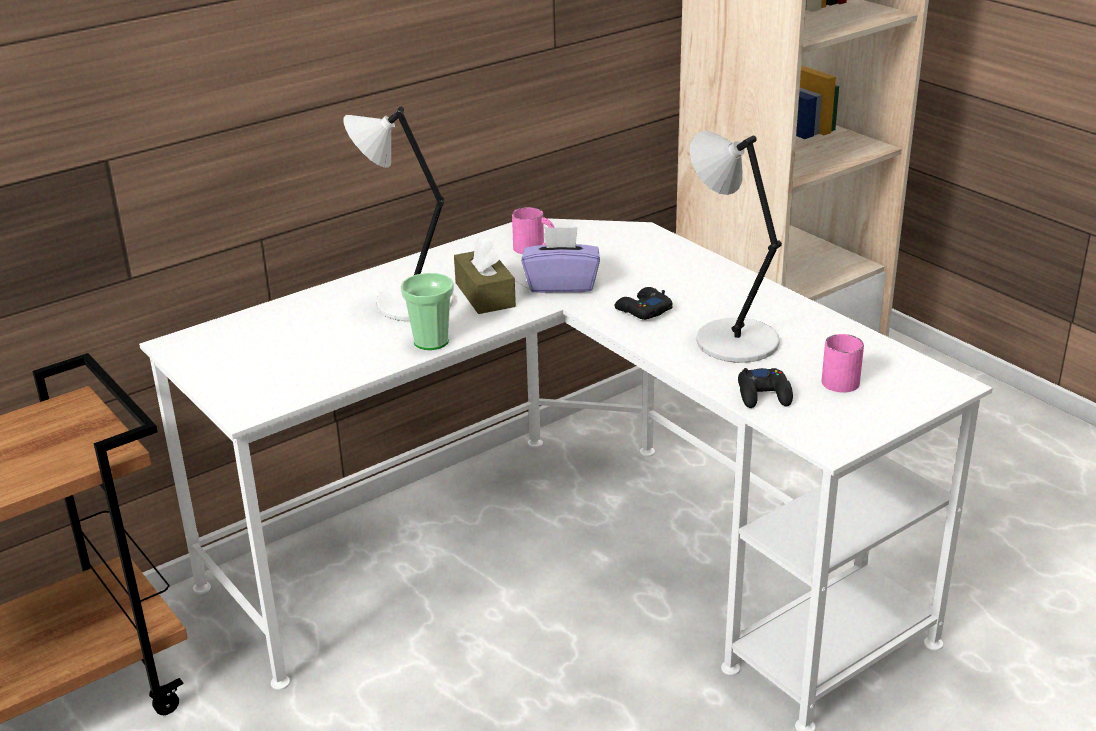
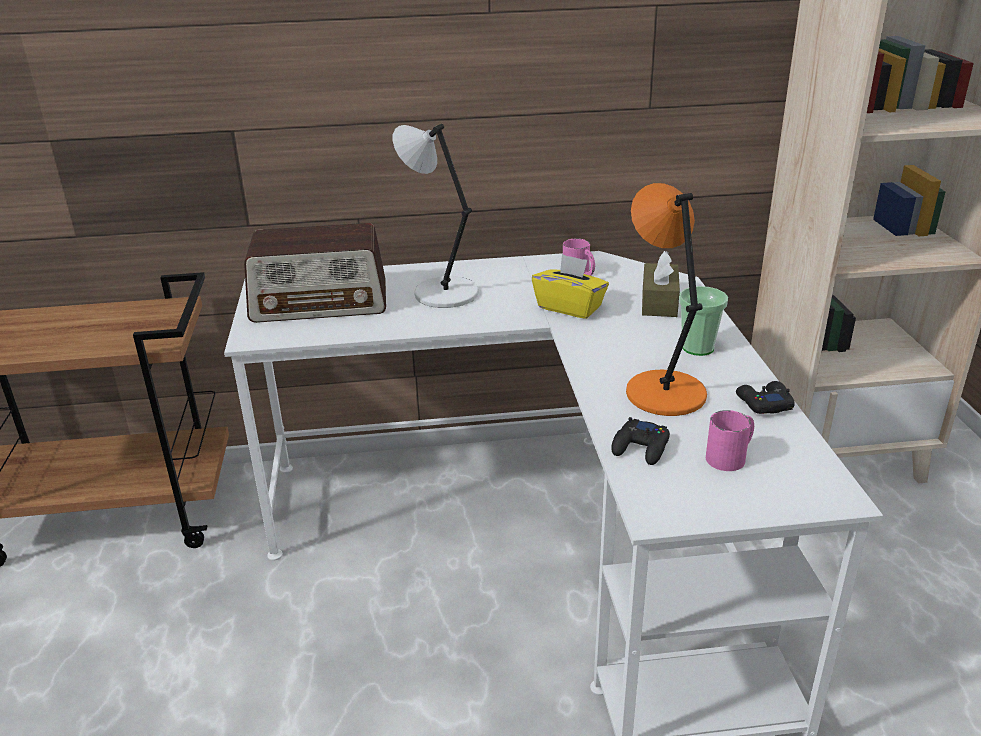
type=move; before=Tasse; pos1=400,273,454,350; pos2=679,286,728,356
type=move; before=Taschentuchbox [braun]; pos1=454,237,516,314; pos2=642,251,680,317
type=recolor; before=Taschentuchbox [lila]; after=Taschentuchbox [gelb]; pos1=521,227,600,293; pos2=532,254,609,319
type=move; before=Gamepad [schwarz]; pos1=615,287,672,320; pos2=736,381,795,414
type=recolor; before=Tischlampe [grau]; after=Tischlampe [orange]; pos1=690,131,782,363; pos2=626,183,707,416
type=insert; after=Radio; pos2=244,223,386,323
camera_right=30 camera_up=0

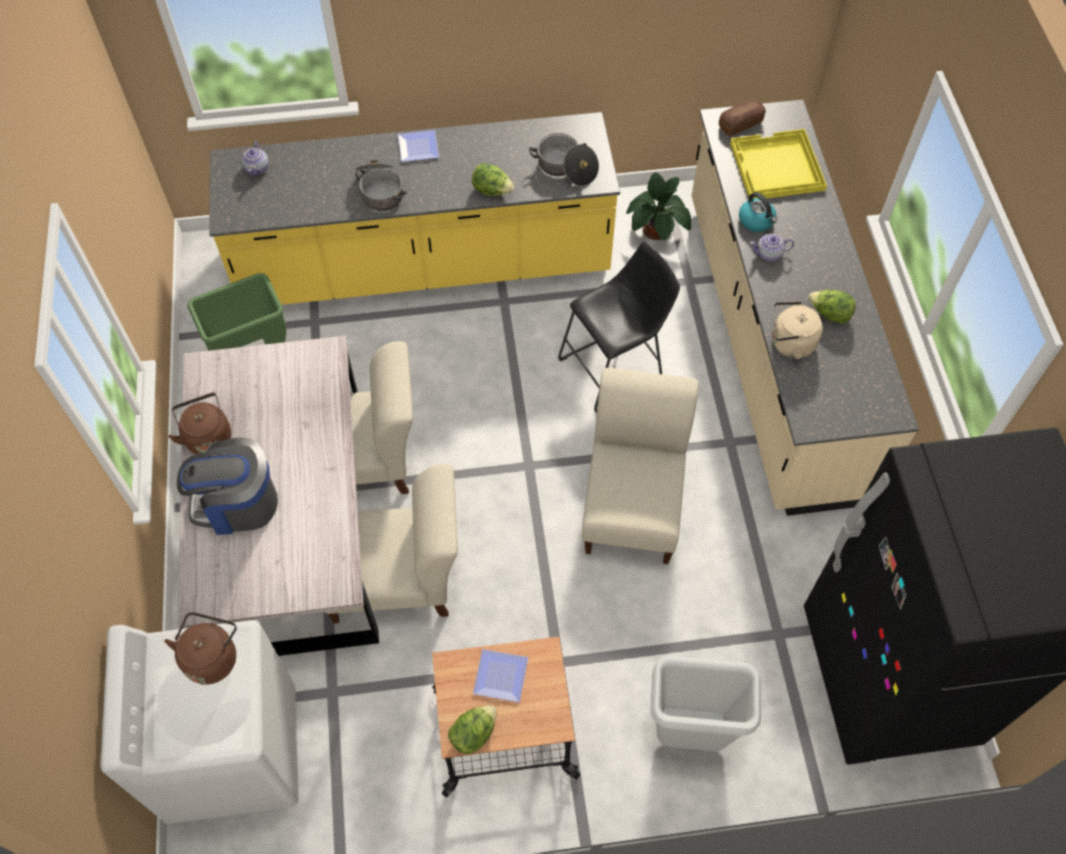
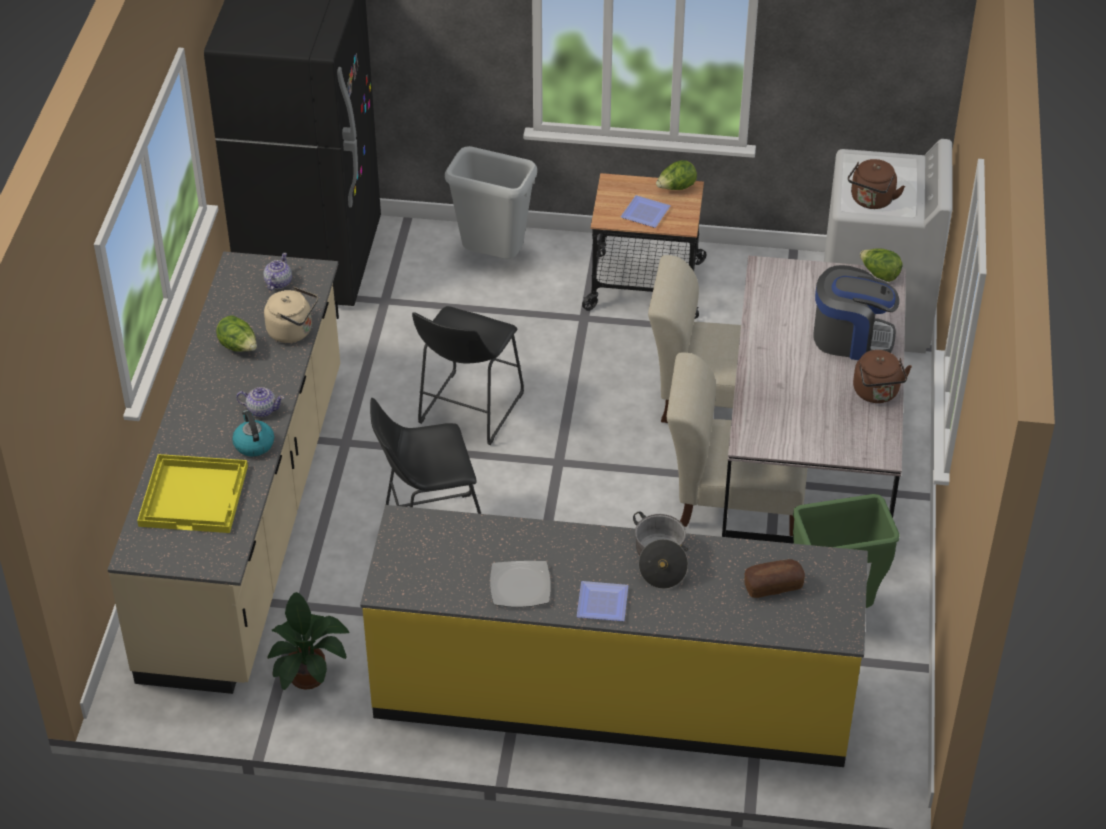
type=move; before=Teekanne; pos1=242,141,269,177; pos2=263,253,292,291
type=move; before=Salatkopf; pos1=472,163,514,196; pos2=860,248,903,282
type=delete; before=Kochtopf; pos1=529,133,599,186
type=replace; before=Stuhl [beige]; after=Hocker [schwarz]; pos1=582,368,699,564; pos2=412,306,524,445
type=move; before=Brot; pos1=719,100,766,136; pos2=745,559,805,598
type=insert; after=Teller; pos2=490,561,551,607
camera_right=-165 camera_up=-15

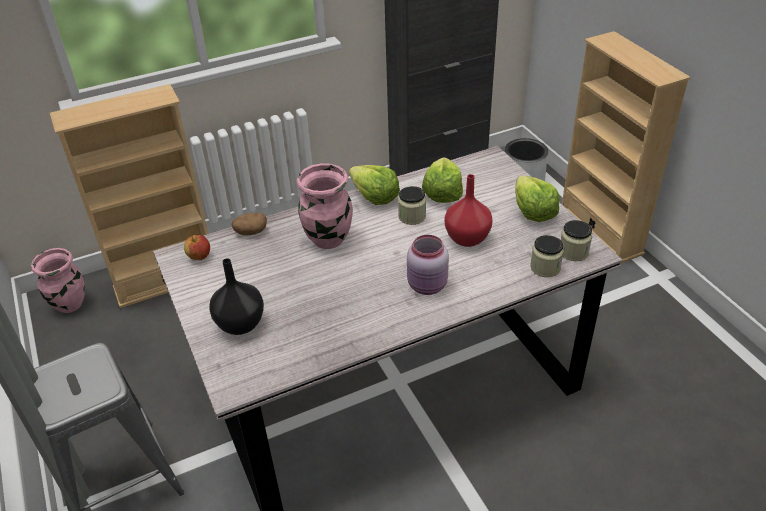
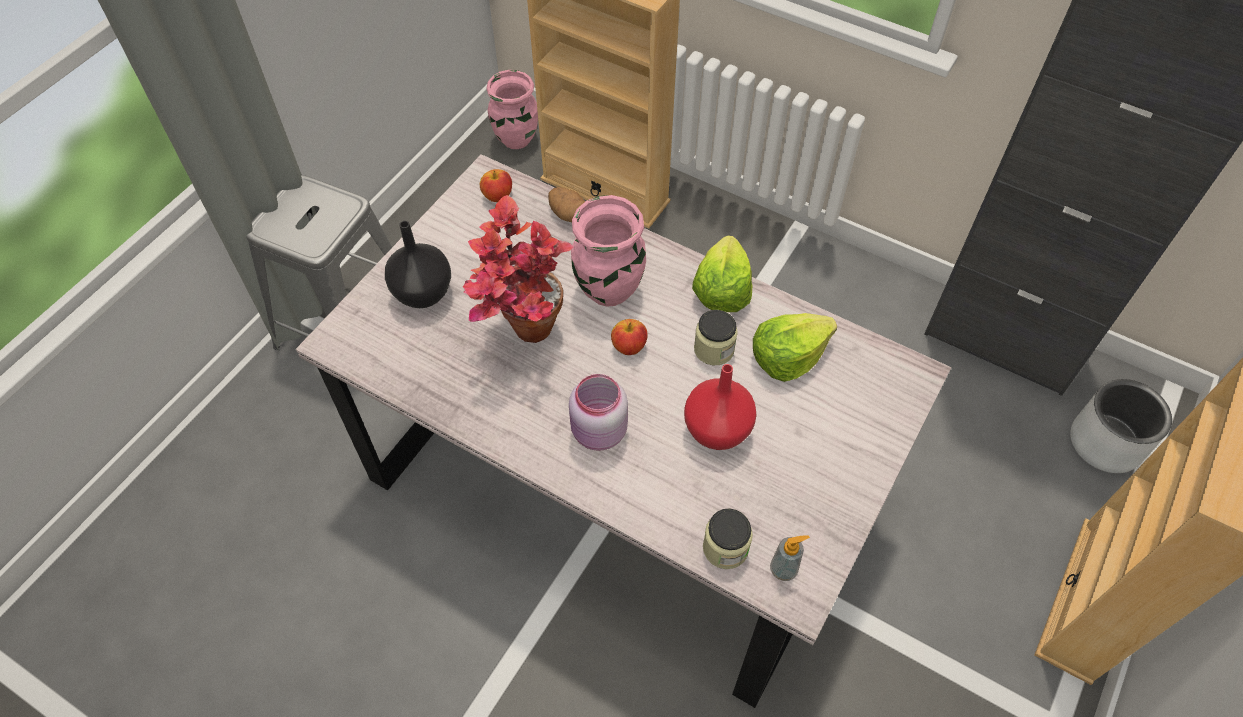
type=delete; before=Salatkopf; pos1=515,176,560,222
type=replace; before=Vorratsglas; after=Seifenspender; pos1=561,220,592,261; pos2=770,535,810,581
type=insert; after=Topfpflanze; pos2=463,195,574,343
type=insert; after=Apfel; pos2=611,319,648,355
camera_right=55 camera_up=15

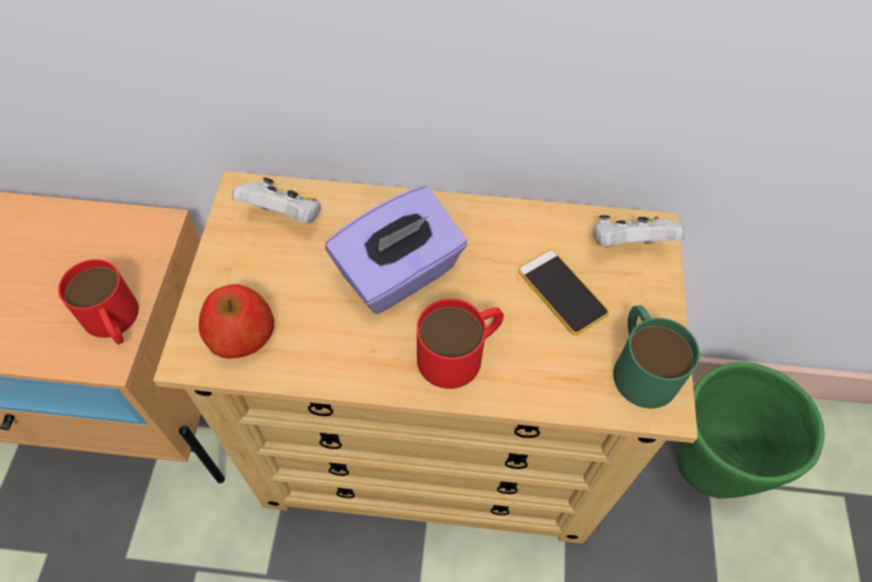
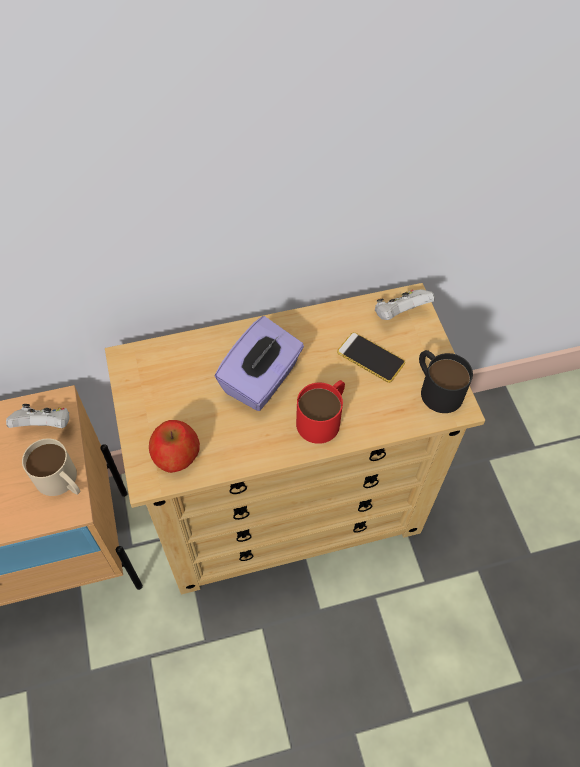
type=recolor; before=Henkelbecher [rot]; after=Henkelbecher [beige]; pos1=58,259,139,345; pos2=22,438,80,496
type=move; before=Gamepad [weiß]; pos1=232,177,321,223; pos2=6,404,69,428
type=recolor; before=Henkelbecher [grün]; after=Henkelbecher [schwarz]; pos1=613,305,700,408; pos2=419,350,473,413
type=delete; before=Pflanzkübel [grün]; pos1=678,362,825,498
camera_right=-20 camera_up=0

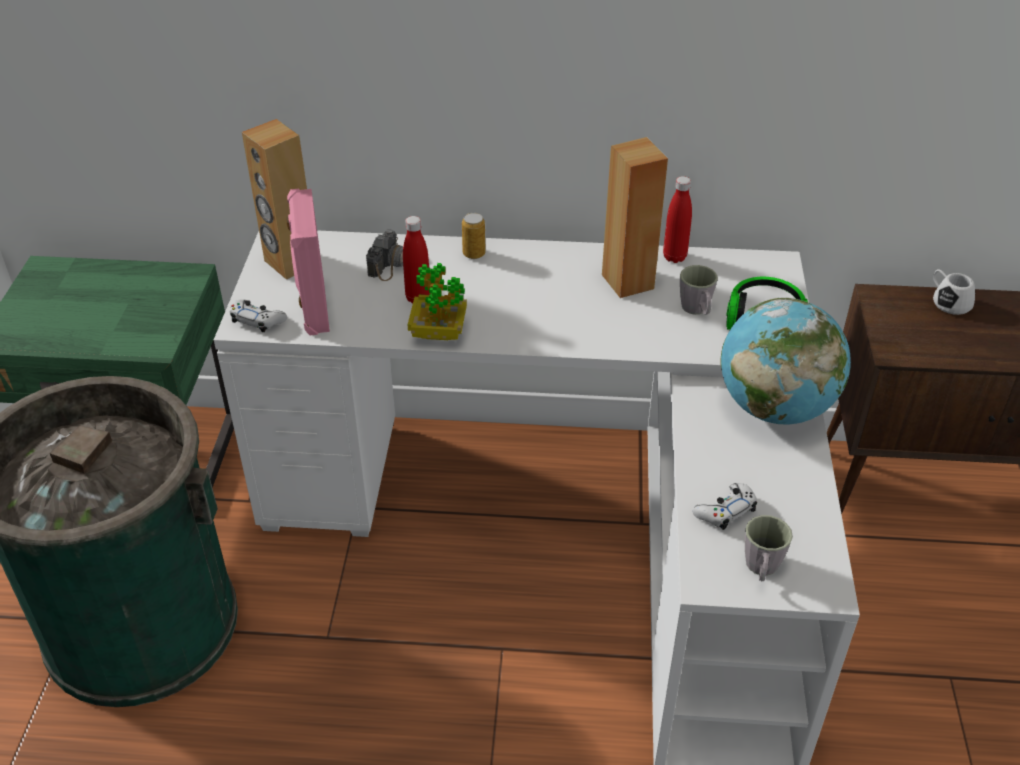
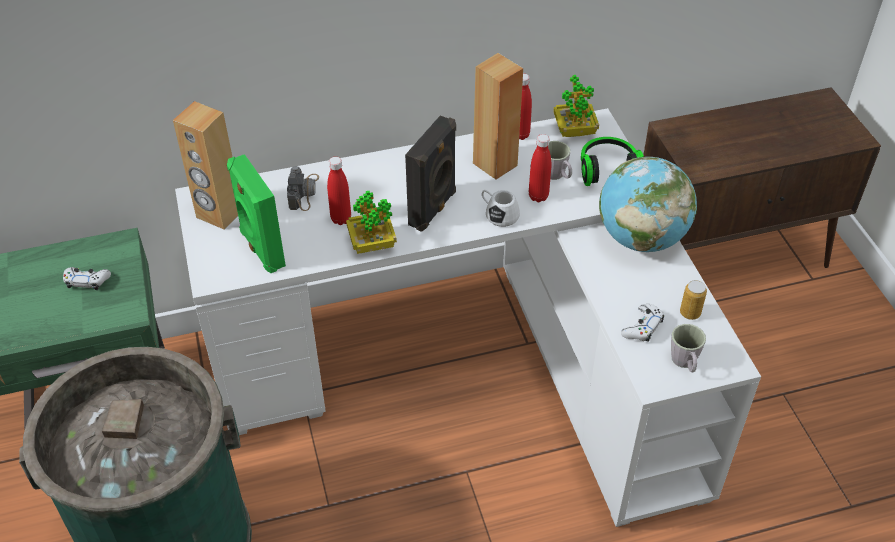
type=move; before=Gamepad [weiß]; pos1=229,299,287,332; pos2=63,267,111,290
type=recolor; before=Lautsprecher [rosa]; after=Lautsprecher [grün]; pos1=287,189,330,336; pos2=227,154,286,273
type=move; before=Dose; pos1=462,213,485,259; pos2=680,280,707,320
type=move; before=Henkelbecher [weiß]; pos1=933,269,975,315; pos2=482,190,520,227
type=insert; after=Lautsprecher [schwarz]; pos2=405,115,456,232
type=insert; after=Flasche [rot]; pos2=529,134,551,202
type=insert; after=Topfpflanze; pos2=553,75,599,137
camera_right=-20 camera_up=5

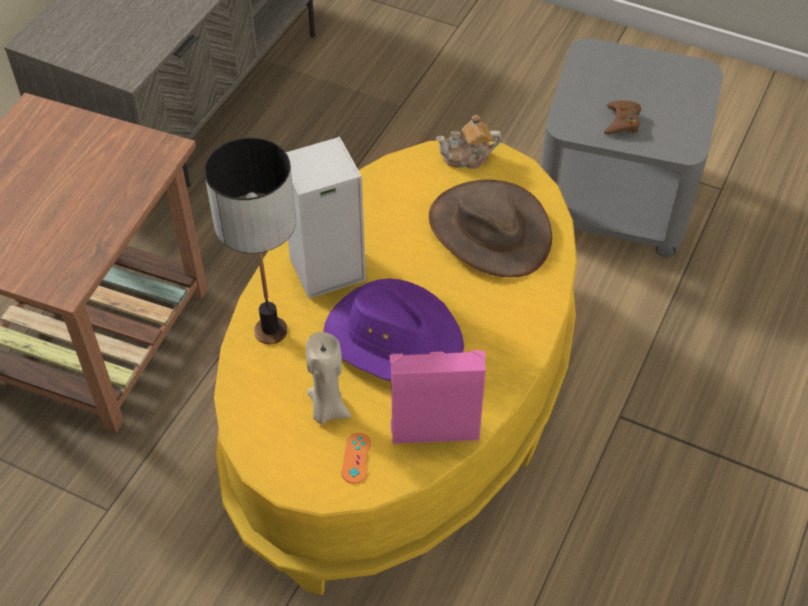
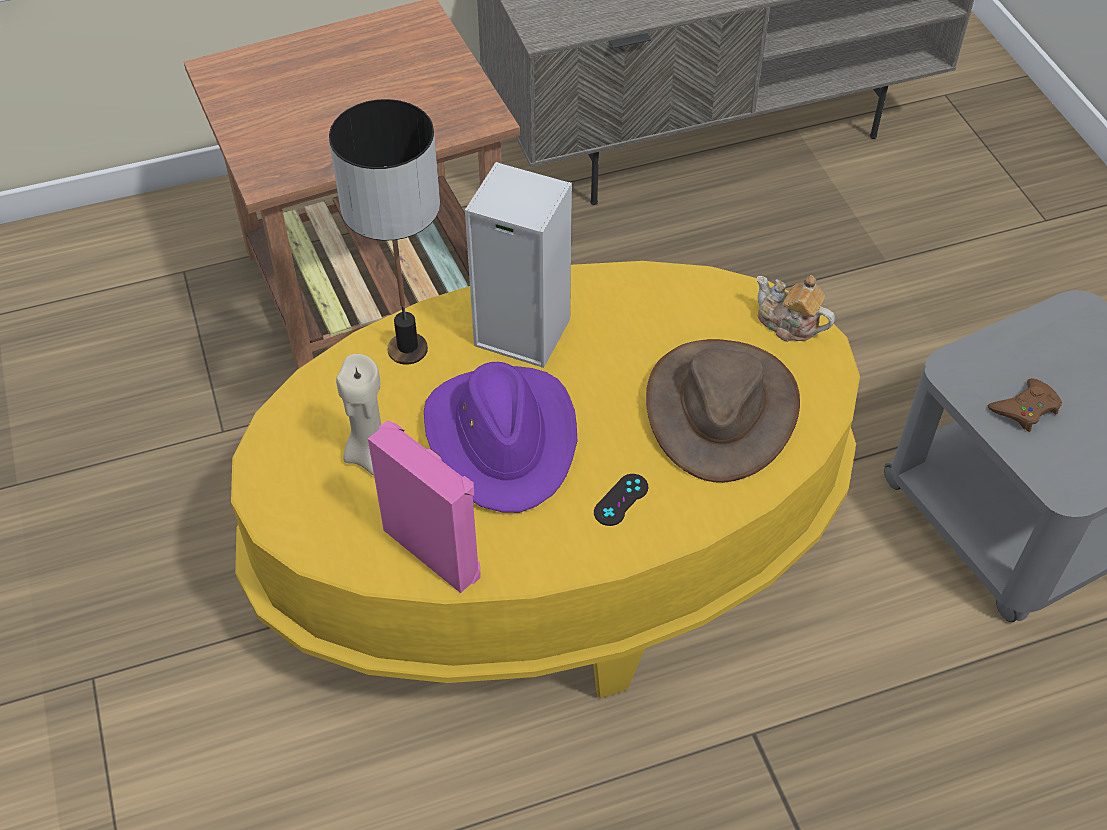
type=delete; before=Gamepad [orange]; pos1=342,433,371,484
type=insert; after=Gamepad [schwarz]; pos2=594,474,648,526
camera_right=45 camera_up=0

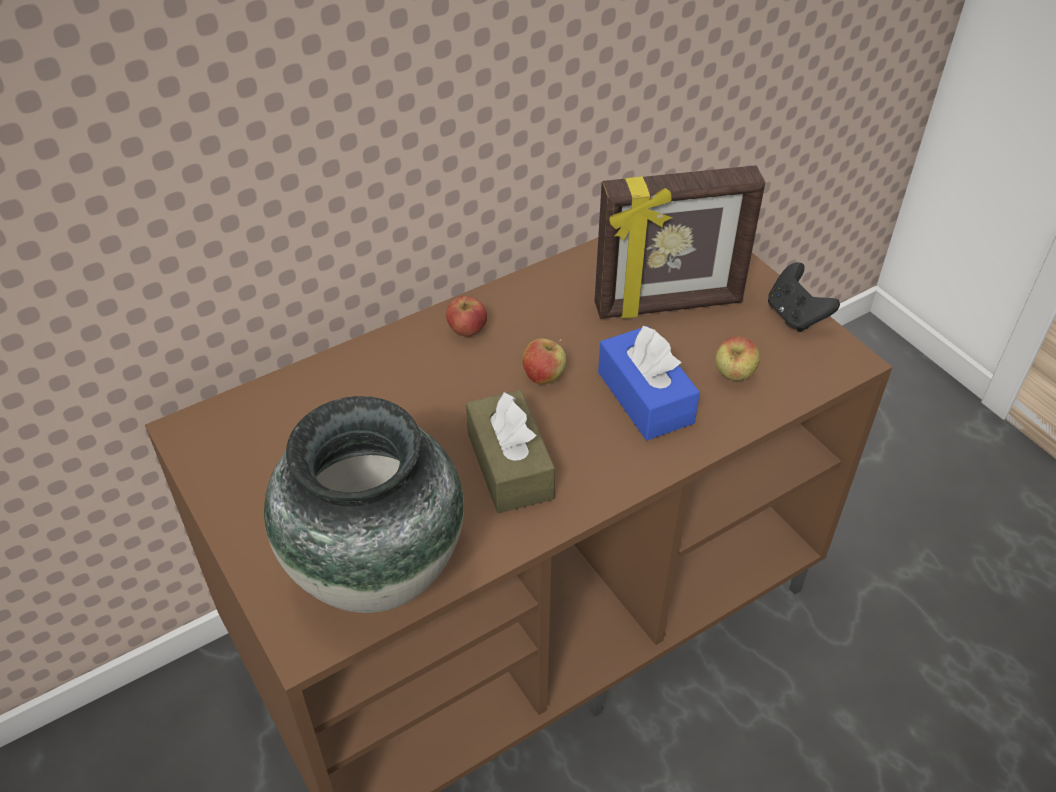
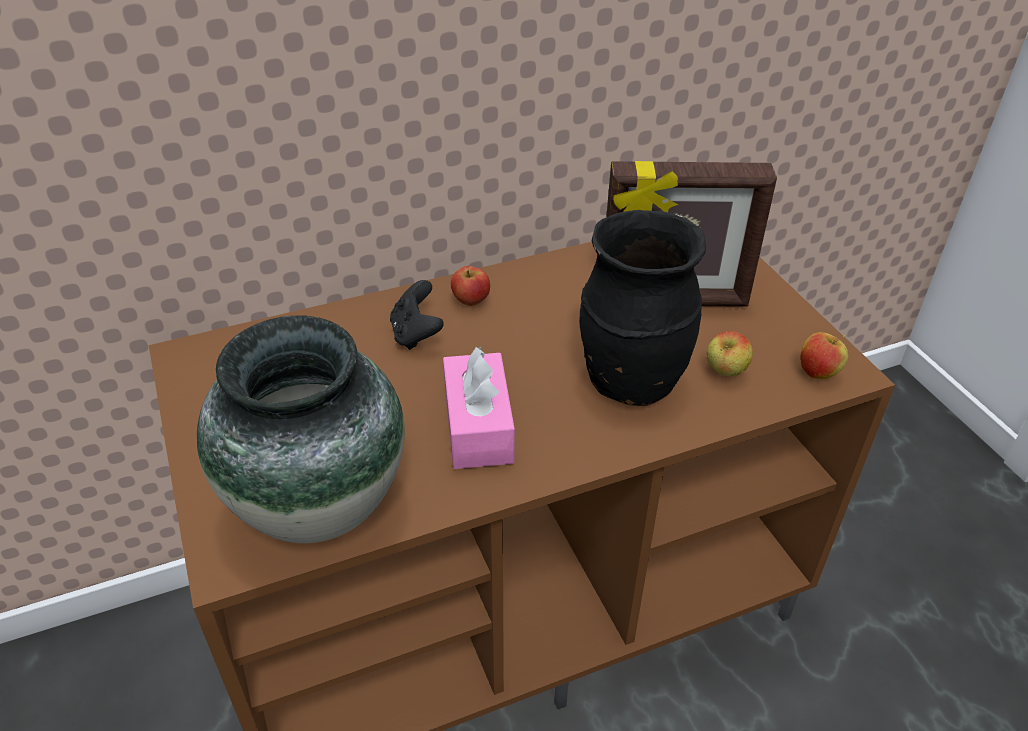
type=recolor; before=Taschentuchbox [braun]; after=Taschentuchbox [rosa]; pos1=466,390,555,513; pos2=443,347,515,469
type=move; before=Apfel; pos1=522,338,566,384; pos2=800,332,848,379
type=replace; before=Taschentuchbox [blau]; after=Vase [schwarz]; pos1=598,324,700,440; pos2=579,210,706,406
type=move; before=Gamepad [schwarz]; pos1=768,262,840,332; pos2=390,280,444,350
camera_right=10 camera_up=-5

